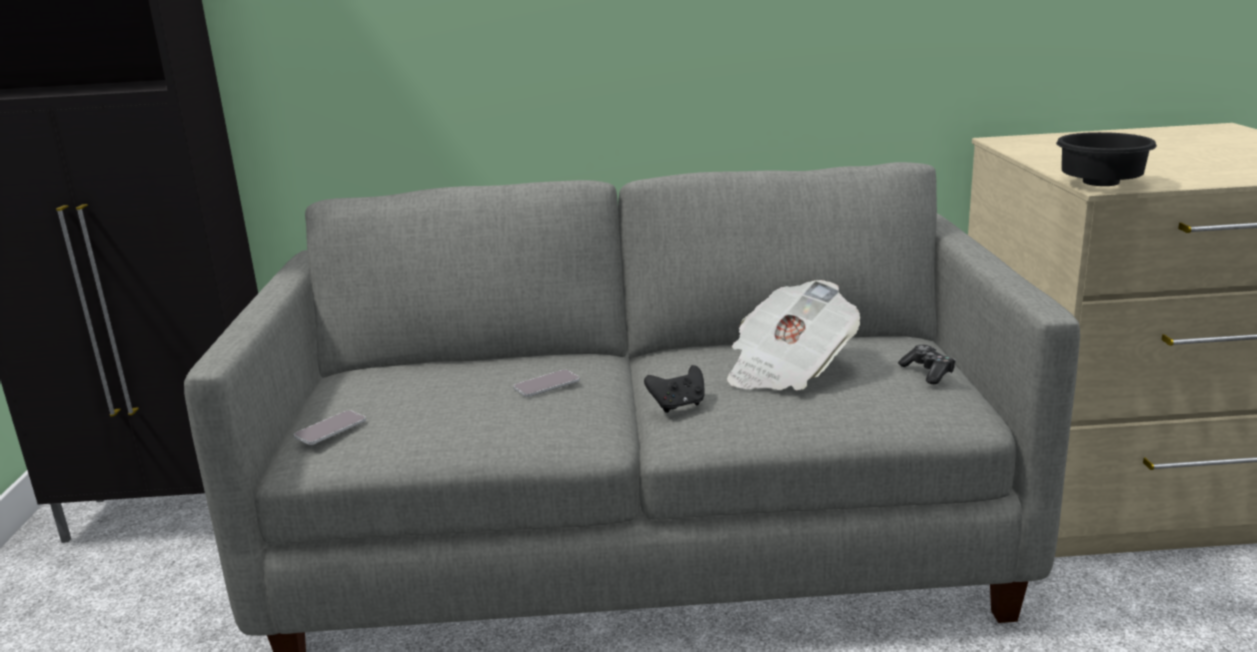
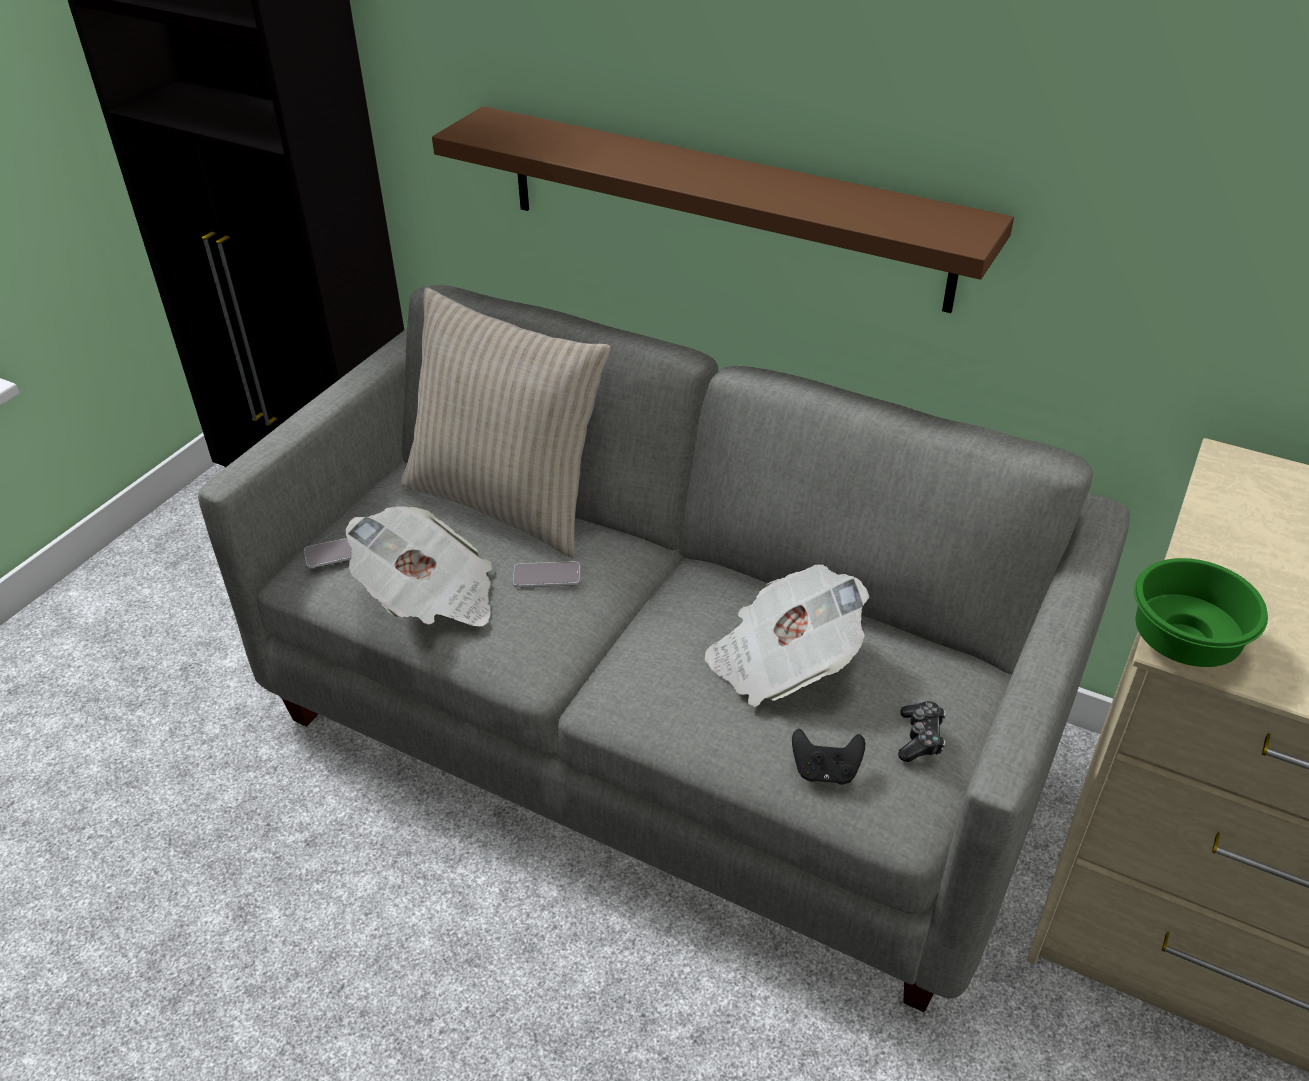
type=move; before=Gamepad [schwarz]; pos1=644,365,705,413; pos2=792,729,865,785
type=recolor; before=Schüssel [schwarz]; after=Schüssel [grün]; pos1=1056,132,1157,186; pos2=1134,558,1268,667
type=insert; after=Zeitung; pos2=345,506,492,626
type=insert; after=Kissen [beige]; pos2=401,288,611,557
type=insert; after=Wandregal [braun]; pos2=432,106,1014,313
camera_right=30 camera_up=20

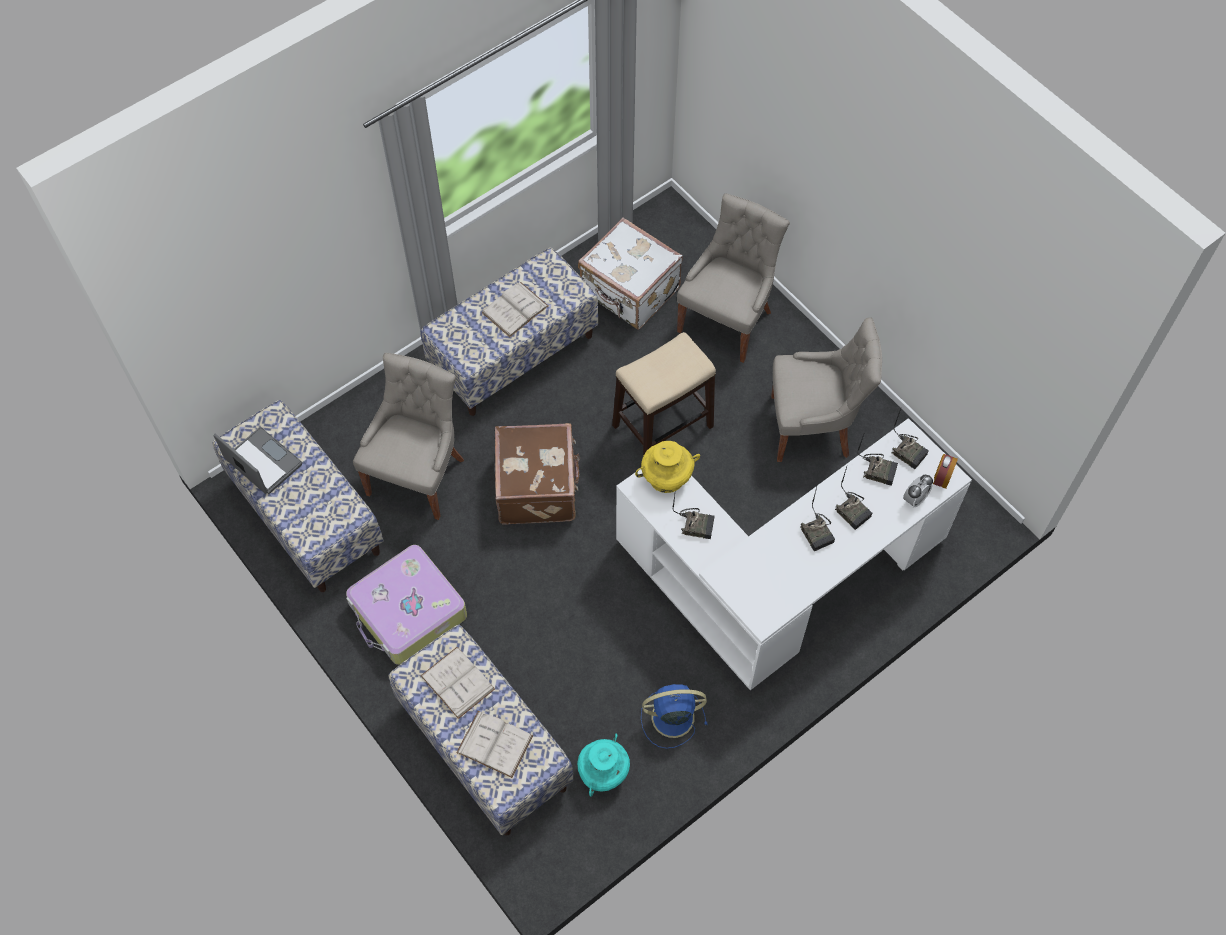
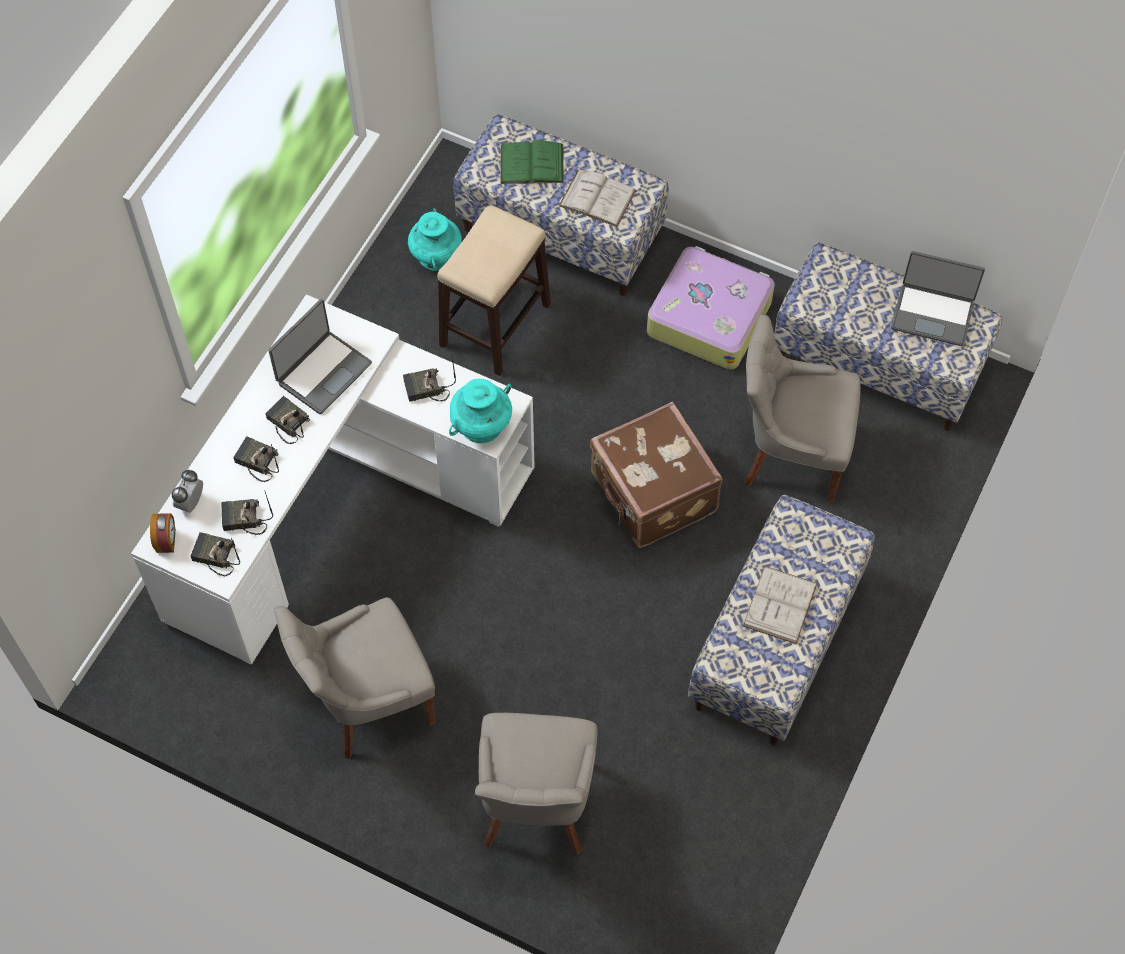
type=rotate; before=Stuhl [grau]; pos1=353,353,464,520; pos2=744,314,860,503; turn=105
type=recolor; before=Buch [weiß]; after=Buch [grün]; pos1=456,711,533,778; pos2=501,140,564,184
type=delete; before=Koffer [weiß]; pos1=578,218,683,330
type=move; before=Hocker; pos1=612,332,716,456; pos2=437,205,551,376
type=recolor; before=Vase [gelb]; after=Vase [türkis]; pos1=635,441,700,493; pos2=449,379,512,443
type=delete; before=Ventilator [blau]; pos1=641,684,707,749
type=insert; after=Laptop; pos2=268,299,372,414
camera_right=155 camera_up=0

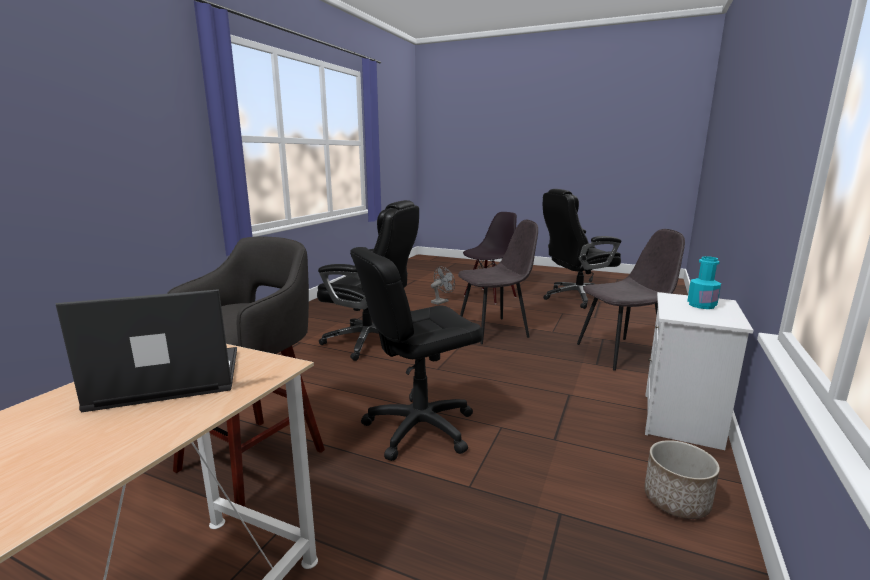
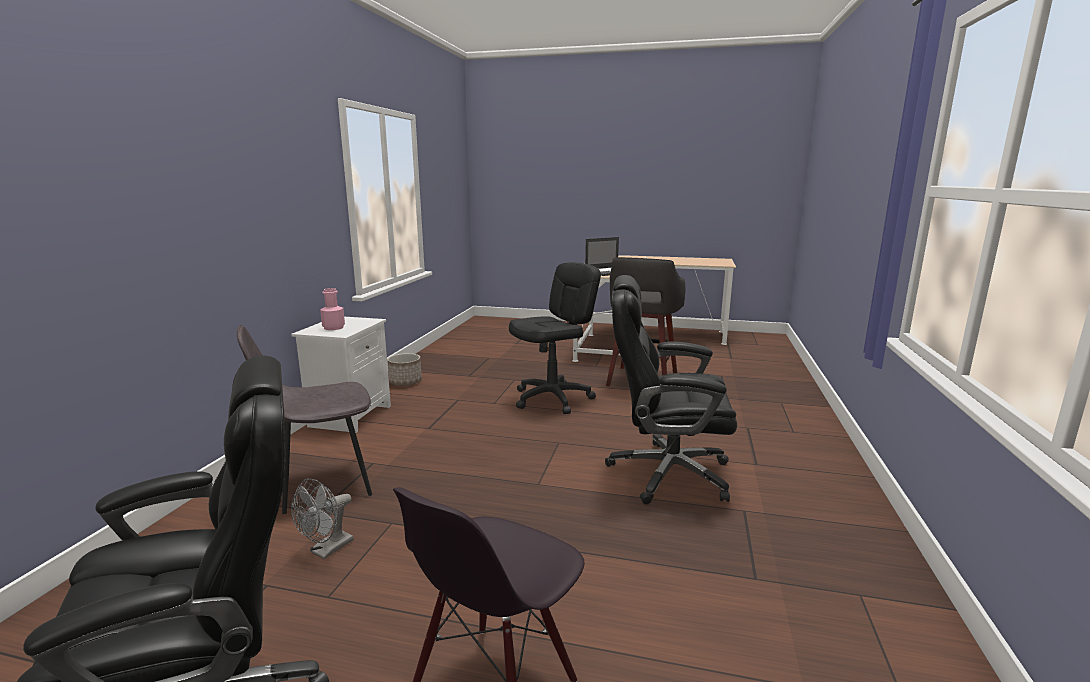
type=move; before=Ventilator [grau]; pos1=431,267,455,305; pos2=291,479,354,559
type=delete; before=Stuhl [grau]; pos1=458,220,538,344
type=recolor; before=Flasche [türkis]; after=Flasche [rosa]; pos1=687,256,721,309; pos2=320,288,345,330
camera_right=170 camera_up=0

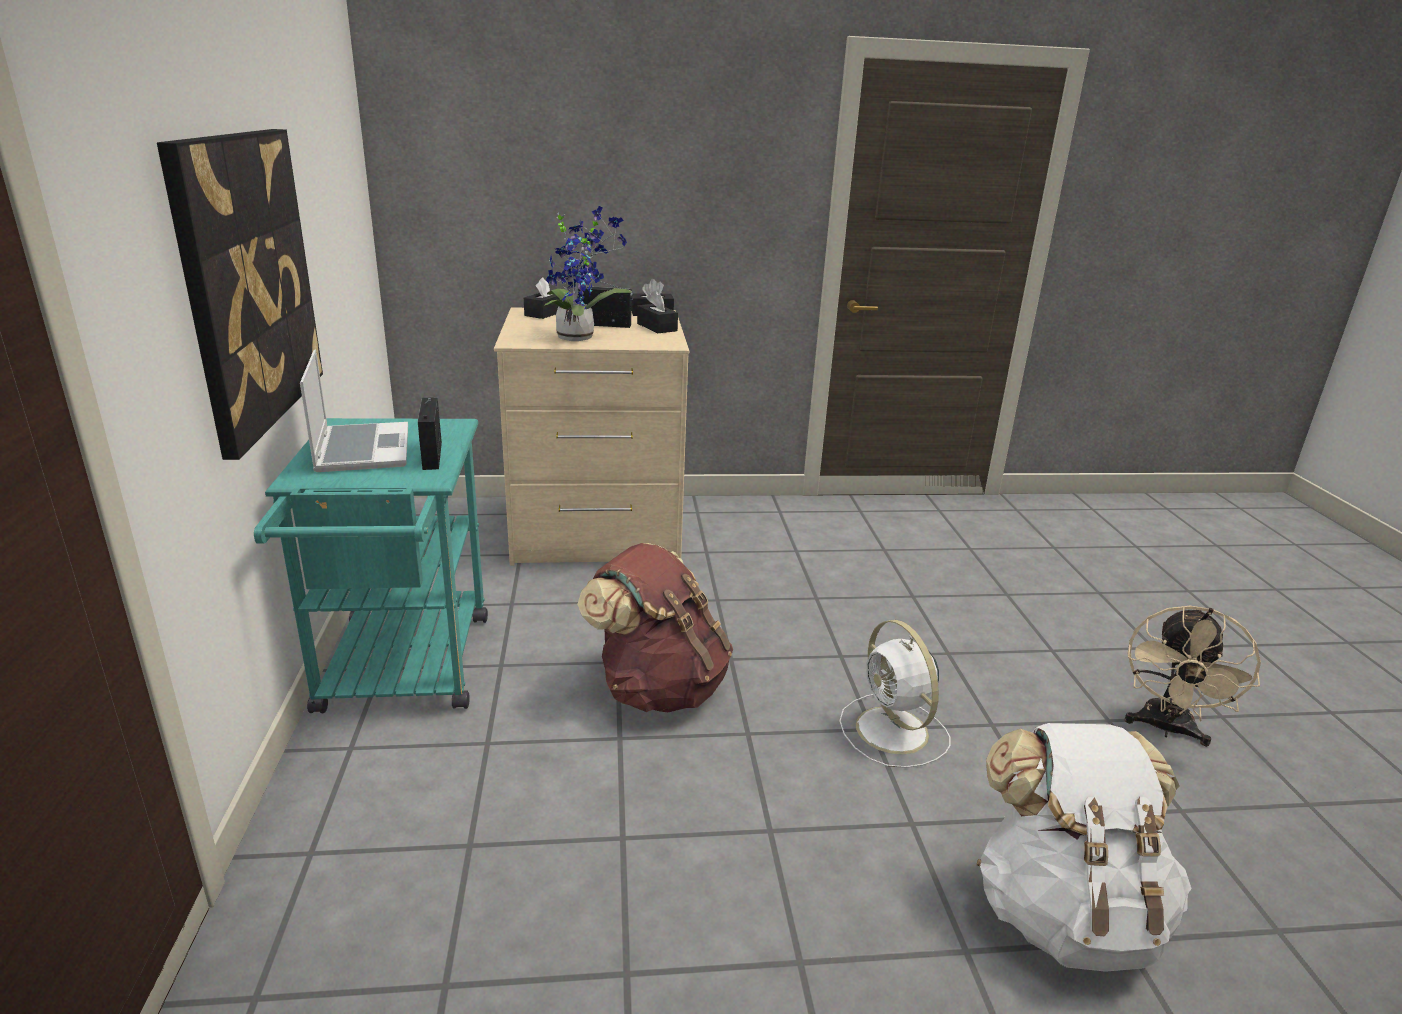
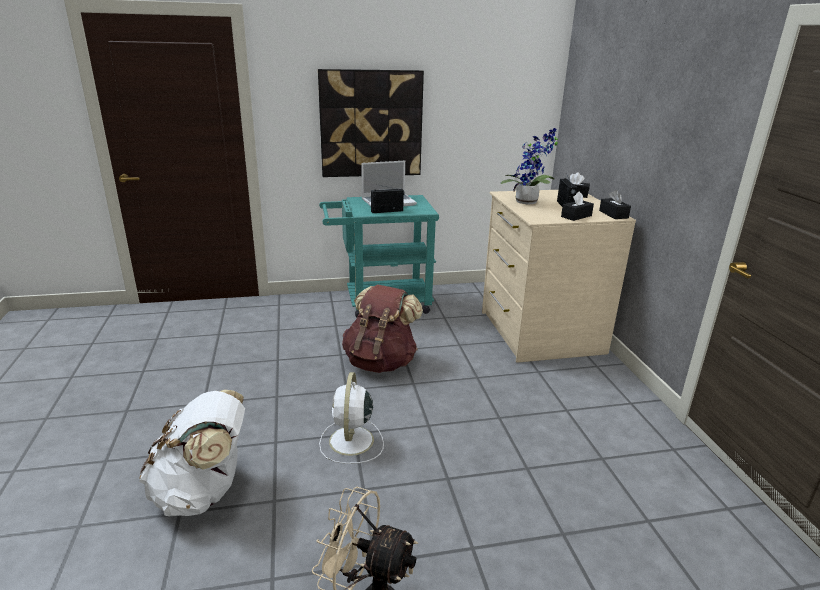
type=rotate; before=Ventilator [weiß]; pos1=839,620,951,768; pos2=319,372,384,464; turn=-60
camera_right=85 camera_up=0

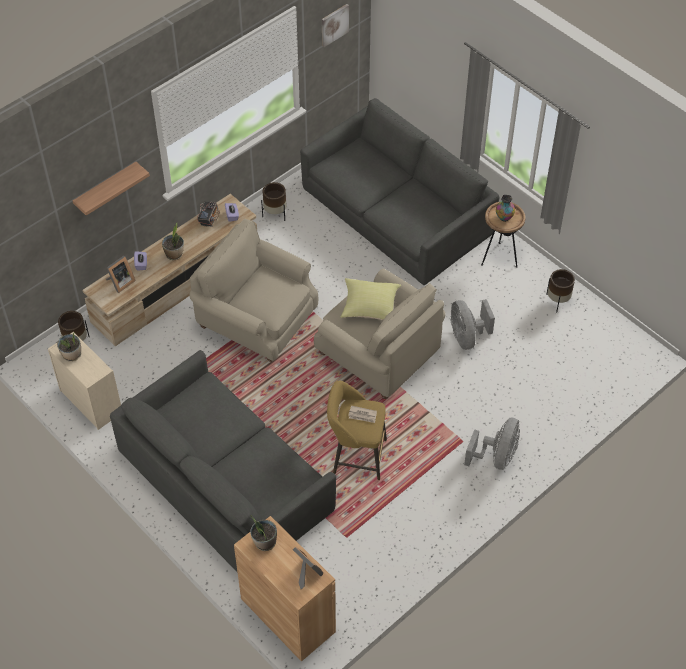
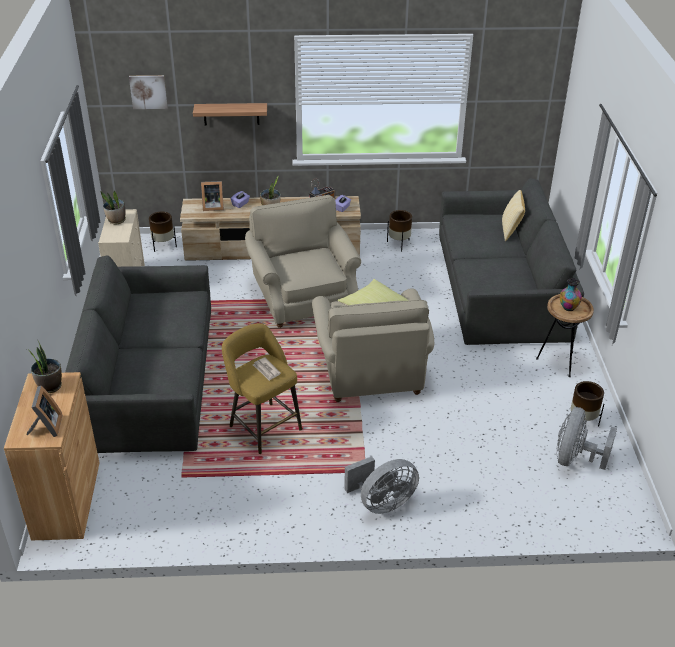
type=move; before=Bild; pos1=322,4,349,47; pos2=129,75,168,109
type=move; before=Ventilator [grau]; pos1=450,299,495,350; pos2=556,407,617,470
type=insert; after=Kissen; pos2=502,190,525,241
camera_right=40 camera_up=-15

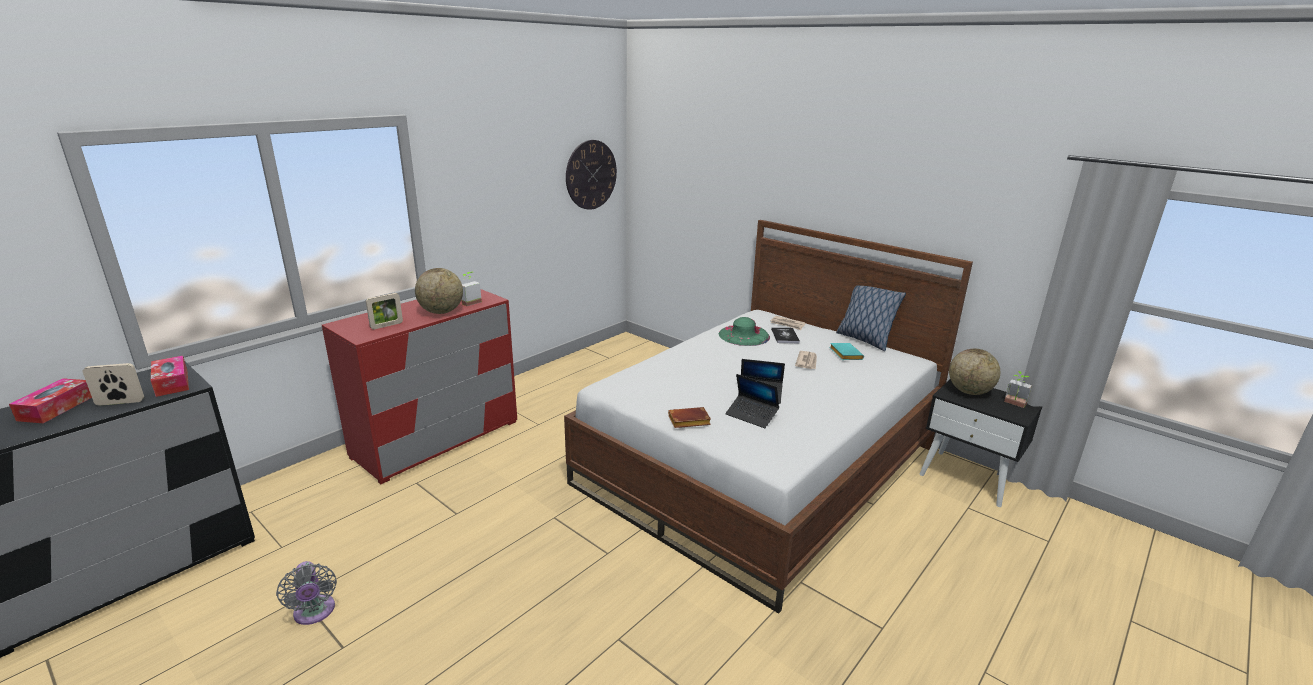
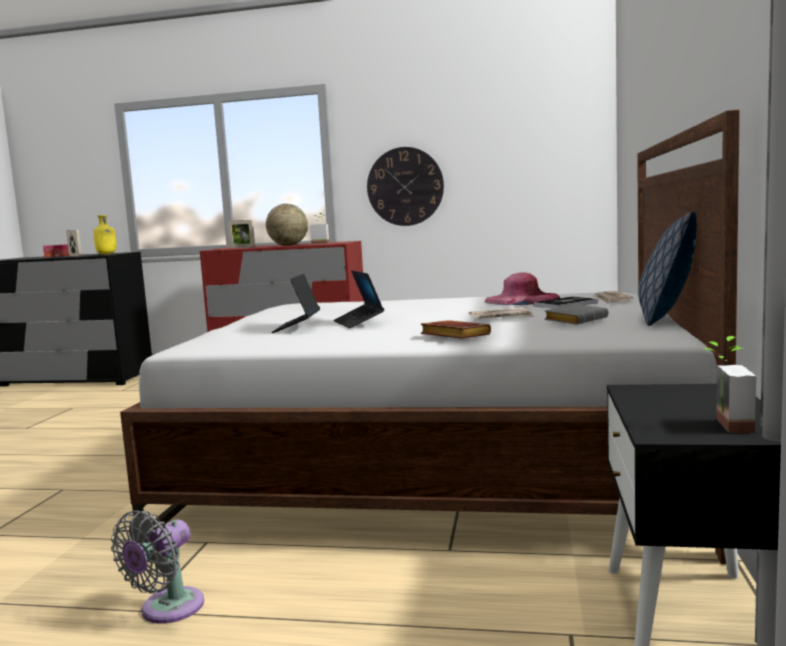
type=replace; before=Taschentuchbox; after=Flasche [gelb]; pos1=151,356,189,397; pos2=93,215,117,254
type=move; before=Ventilator [grau]; pos1=276,561,337,625; pos2=111,511,204,624
type=move; before=Wanduhr; pos1=566,140,617,210; pos2=367,147,444,226
type=move; before=Buch [braun]; pos1=668,407,711,428; pos2=421,320,491,339
type=recolor; before=Hut [grün]; after=Hut [rosa]; pos1=719,317,770,346; pos2=485,272,560,305
type=recolor; before=Buch [türkis]; after=Buch [grau]; pos1=829,343,864,360; pos2=544,304,608,325
type=delete; before=Globus; pos1=949,349,1000,395
camera_right=60 camera_up=-15

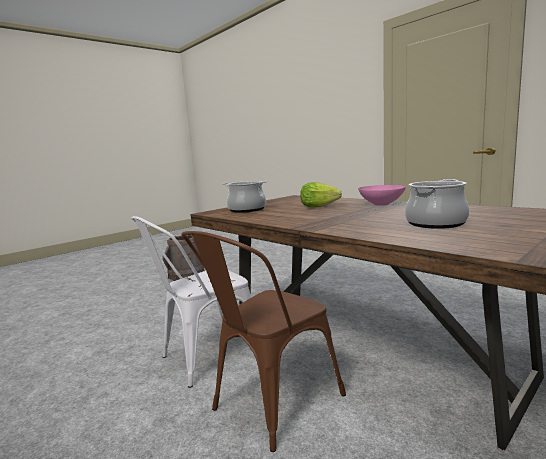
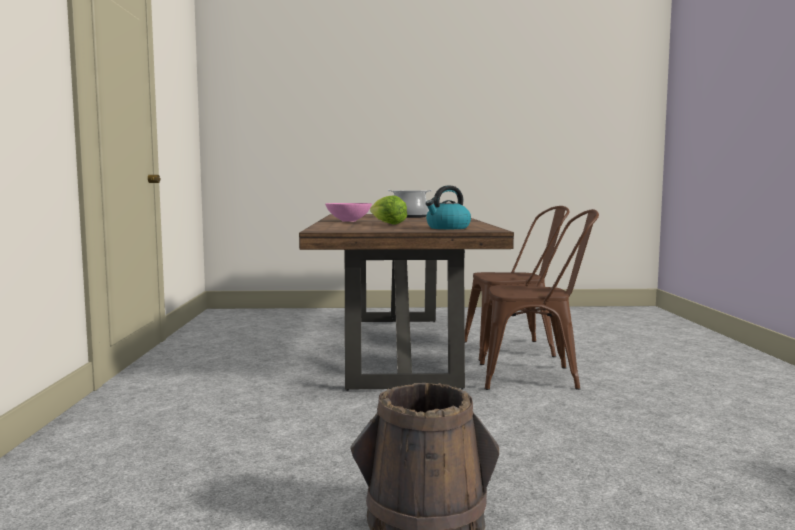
type=recolor; before=Stuhl [weiß]; after=Stuhl [braun]; pos1=131,216,251,388; pos2=480,209,599,390
type=replace; before=Kochtopf; after=Wasserkessel; pos1=223,181,268,213; pos2=426,186,471,229
camera_right=-140 camera_up=-5

